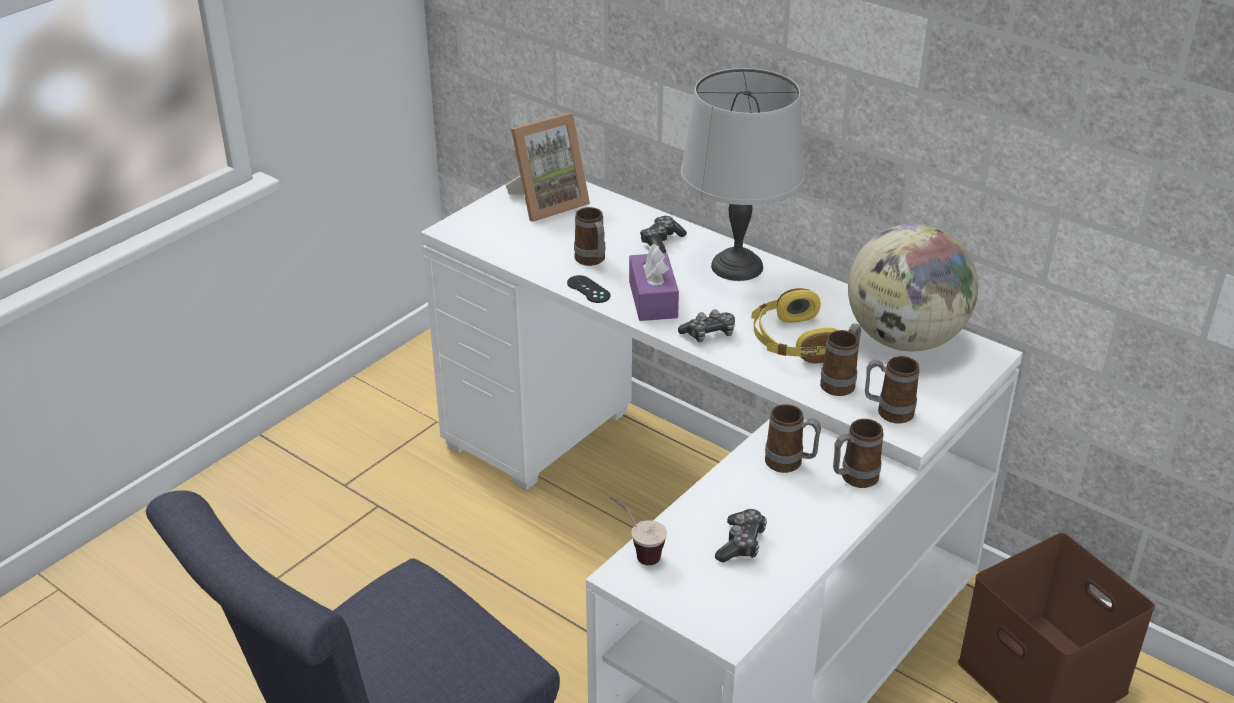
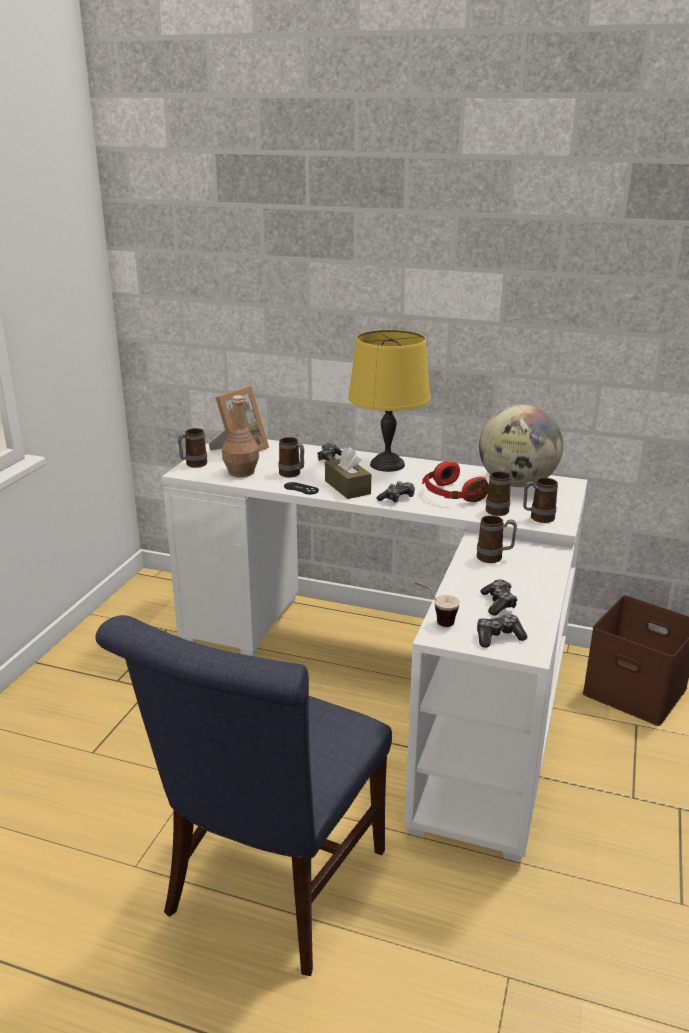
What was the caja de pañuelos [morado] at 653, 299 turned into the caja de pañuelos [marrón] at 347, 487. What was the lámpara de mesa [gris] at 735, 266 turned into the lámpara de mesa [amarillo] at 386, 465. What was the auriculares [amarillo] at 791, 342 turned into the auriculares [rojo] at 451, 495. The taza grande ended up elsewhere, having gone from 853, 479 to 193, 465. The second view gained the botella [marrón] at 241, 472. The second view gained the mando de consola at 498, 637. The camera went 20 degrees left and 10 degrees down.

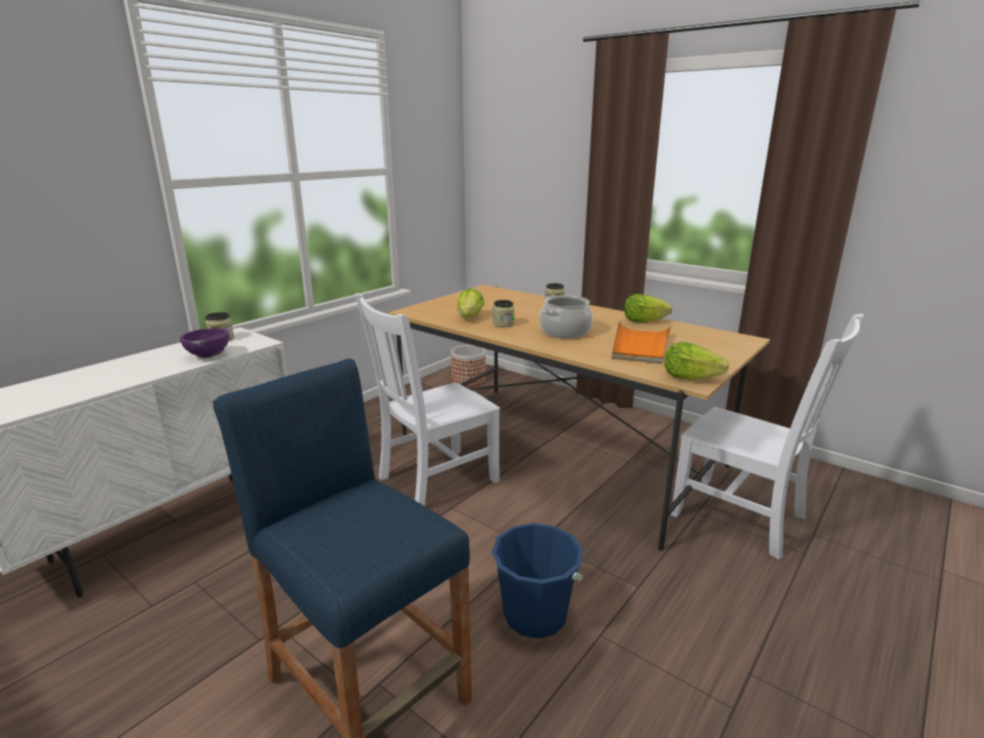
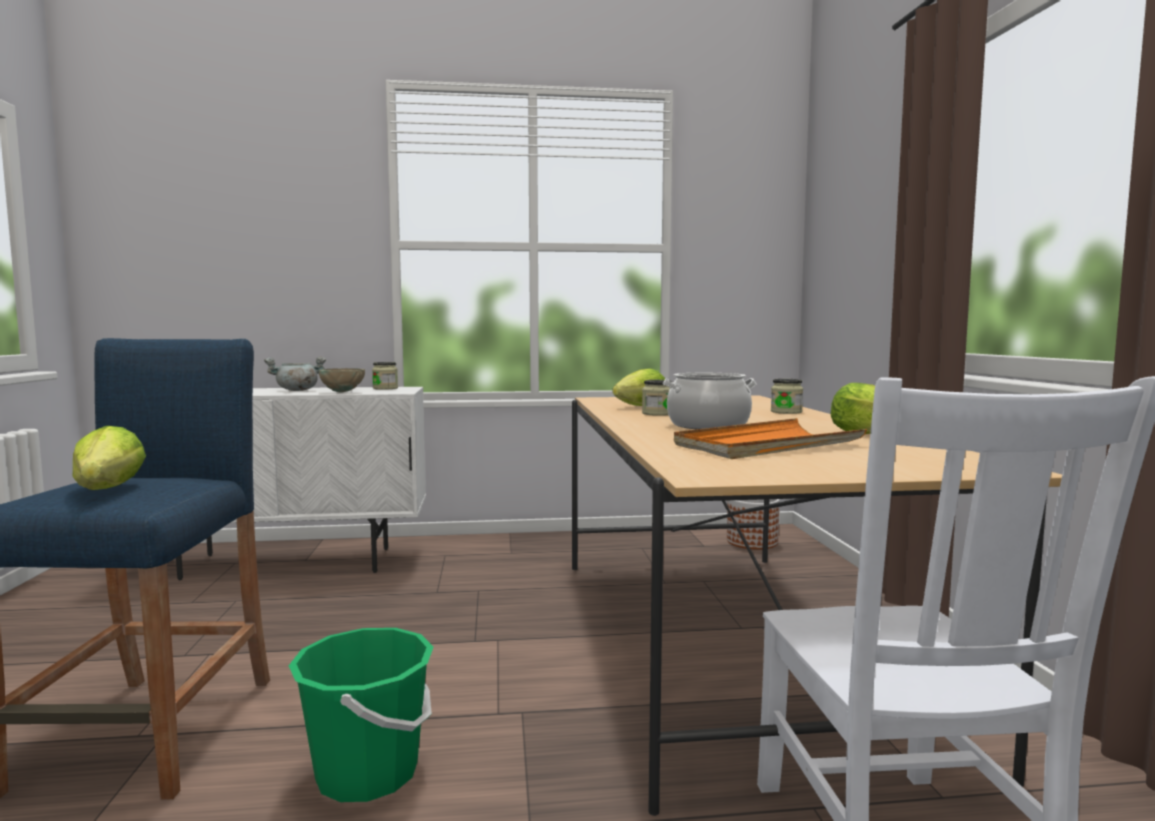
What was the cuenco [morado] at 208, 356 turned into the cuenco [beis] at 342, 392. The second view lost the silla [blanco] at 434, 480. What was the cubo [azul] at 535, 615 turned into the cubo [verde] at 367, 773. The lechuga ended up elsewhere, having gone from 689, 378 to 109, 489. The second view gained the olla [gris] at 297, 390. The camera went 45 degrees right and 15 degrees down.

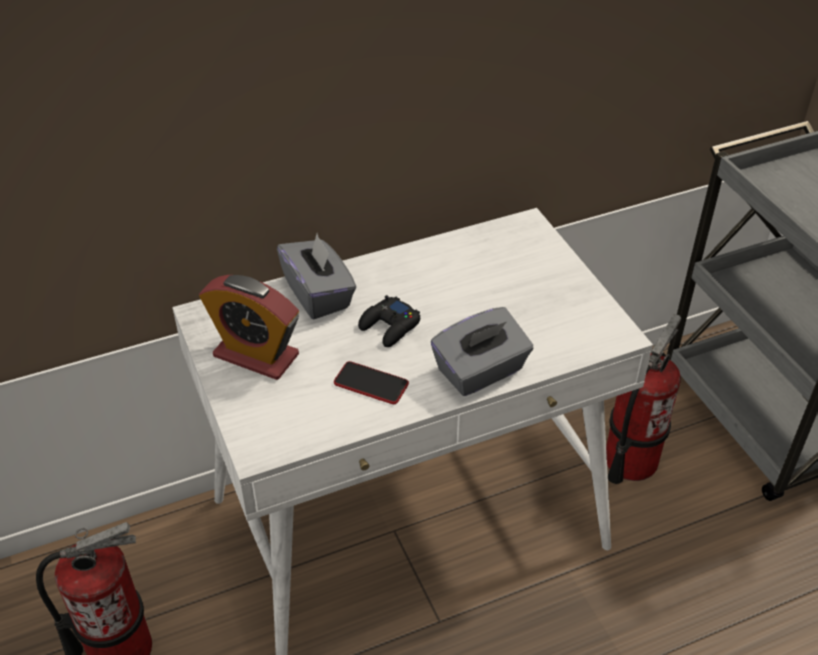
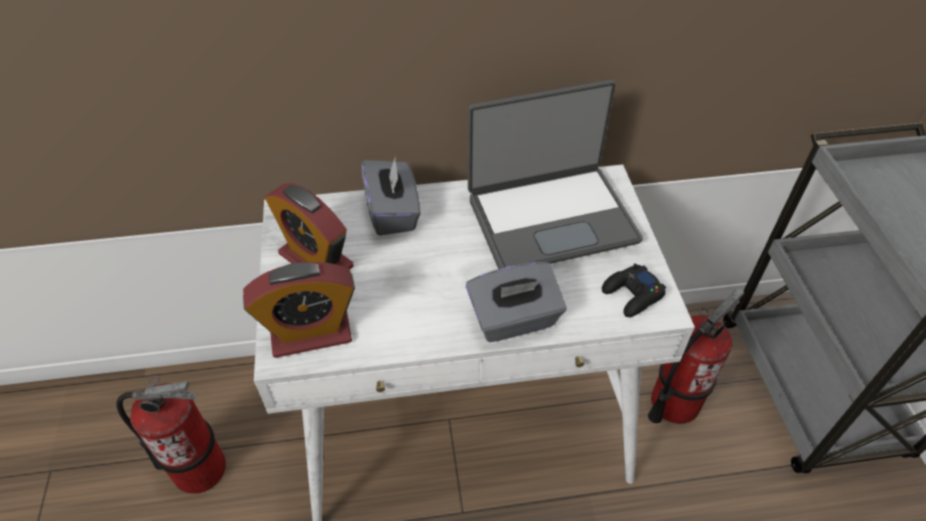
The second view lost the móvil at 371, 384. The mando de consola [negro] ended up elsewhere, having gone from 390, 327 to 632, 295. The second view gained the despertador at 311, 333. The second view gained the portátil at 551, 217. The camera went 15 degrees right and 5 degrees up.

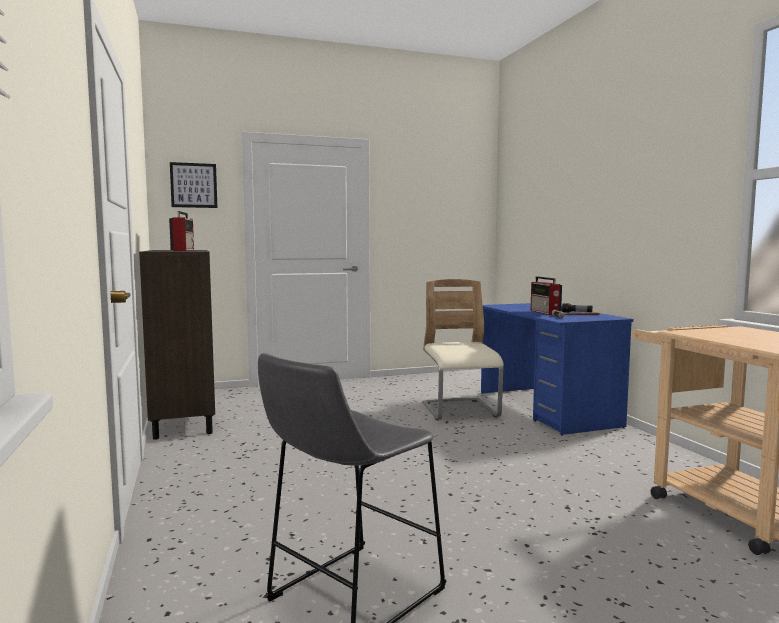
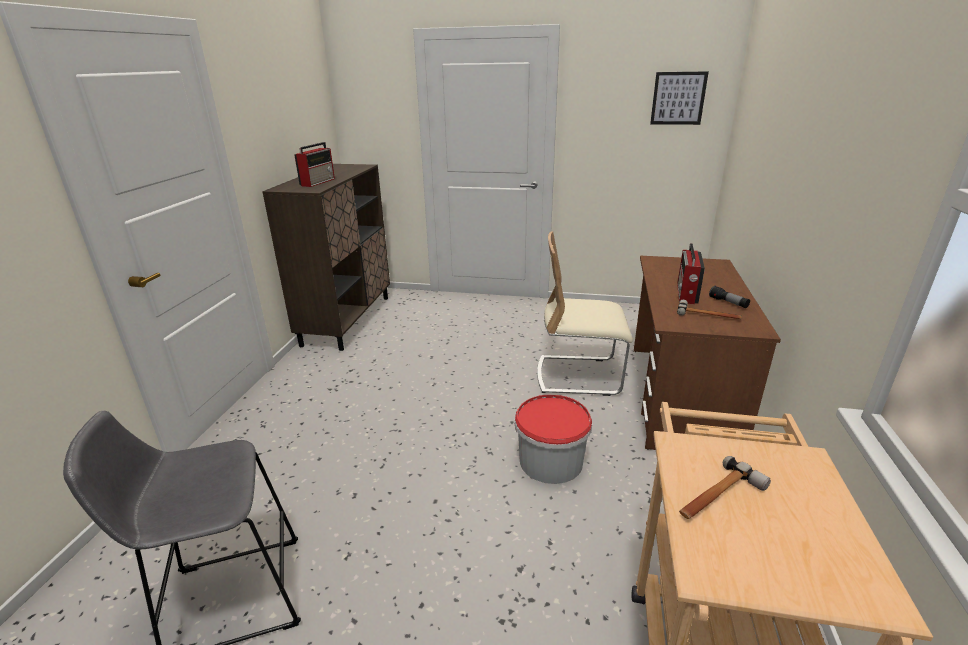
The cuadro ended up elsewhere, having gone from 193, 185 to 678, 98. The silla [beis] at 460, 411 ended up facing another way, 105 degrees counterclockwise from before. What was the escritorio [azul] at 546, 409 turned into the escritorio [marrón] at 680, 397. The second view gained the cubo at 551, 461. The second view gained the martillo at 718, 497. The camera went 30 degrees right and 20 degrees up.

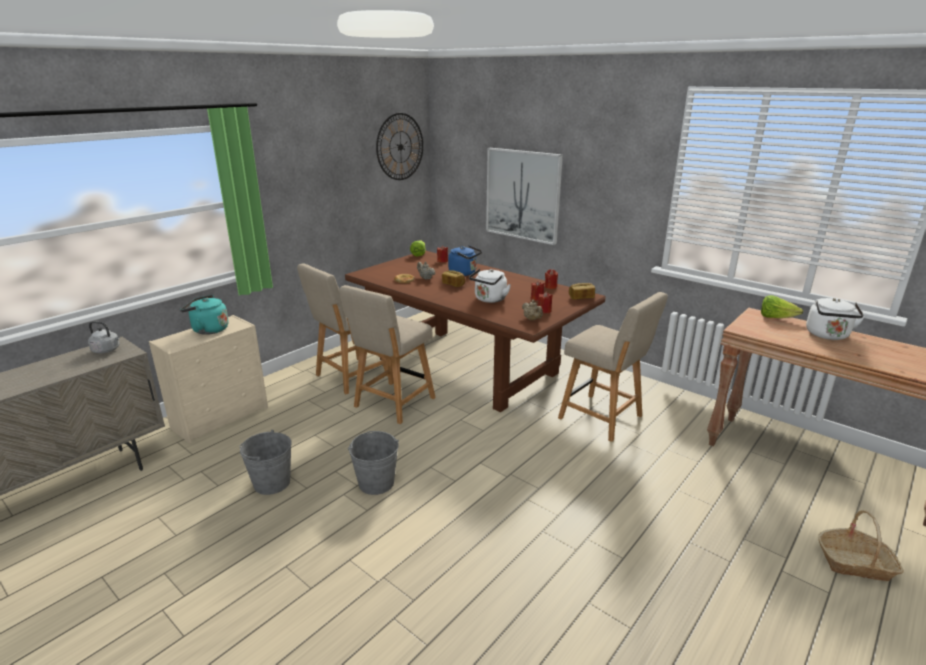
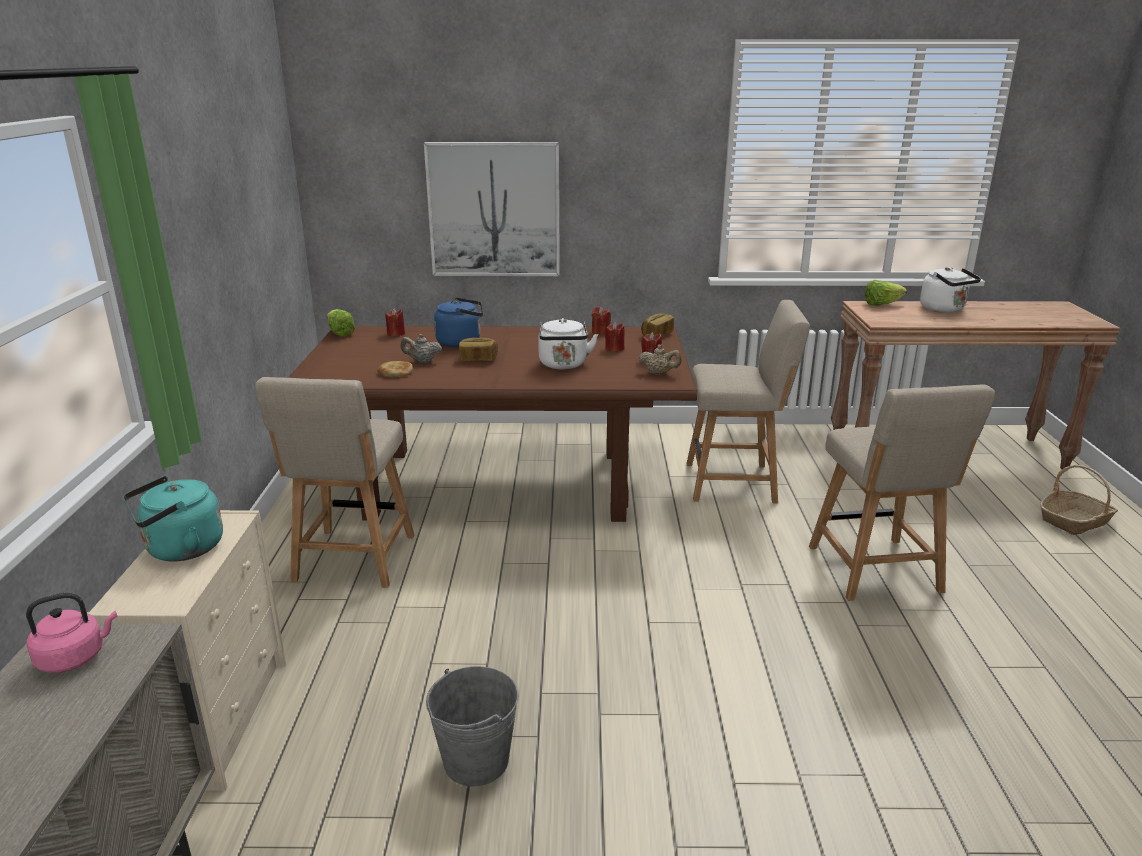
What was the hervidor [gris] at 107, 350 turned into the hervidor [rosa] at 75, 657. The silla [beis] ended up elsewhere, having gone from 392, 404 to 877, 572. The second view lost the cubo [gris] at 376, 483. The second view lost the reloj de pared at 400, 147. The camera went 40 degrees left and 0 degrees up.

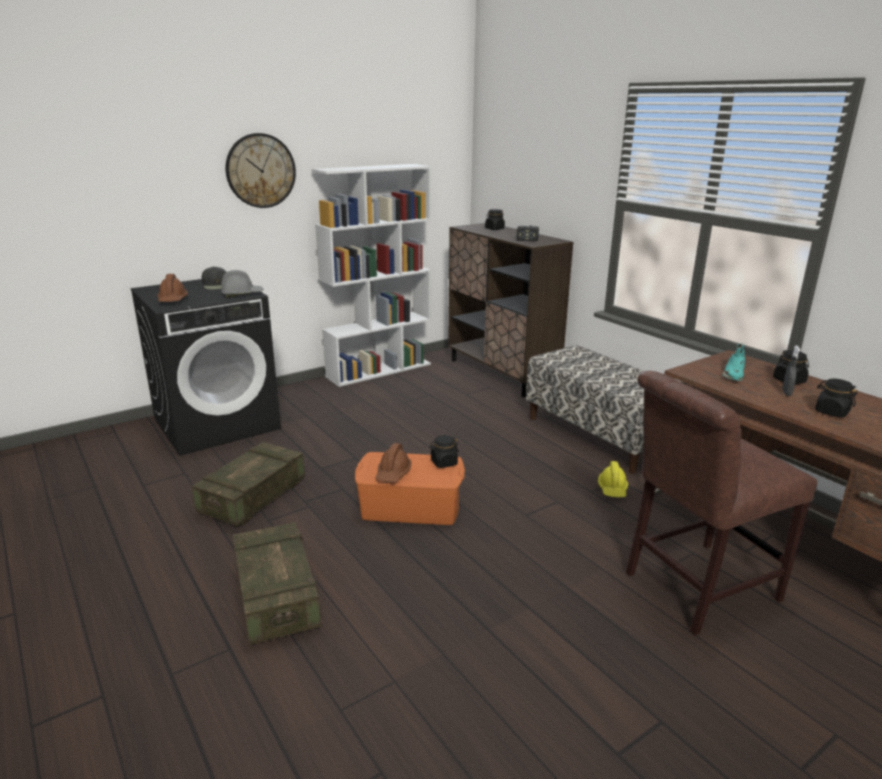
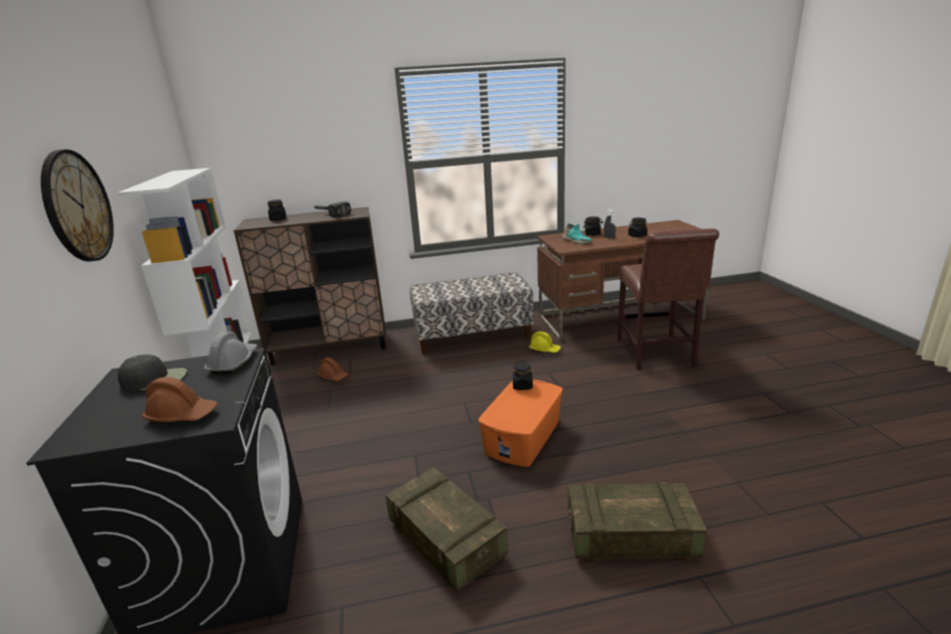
The casco [marrón] ended up elsewhere, having gone from 393, 473 to 333, 376. The camera went 65 degrees left and 0 degrees up.

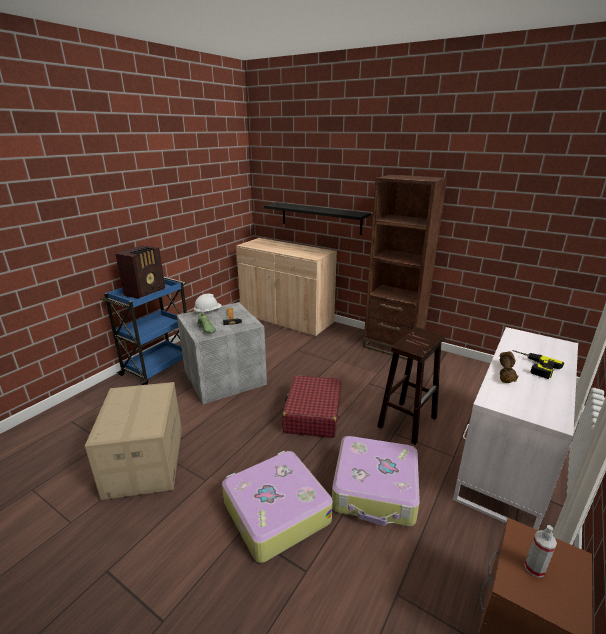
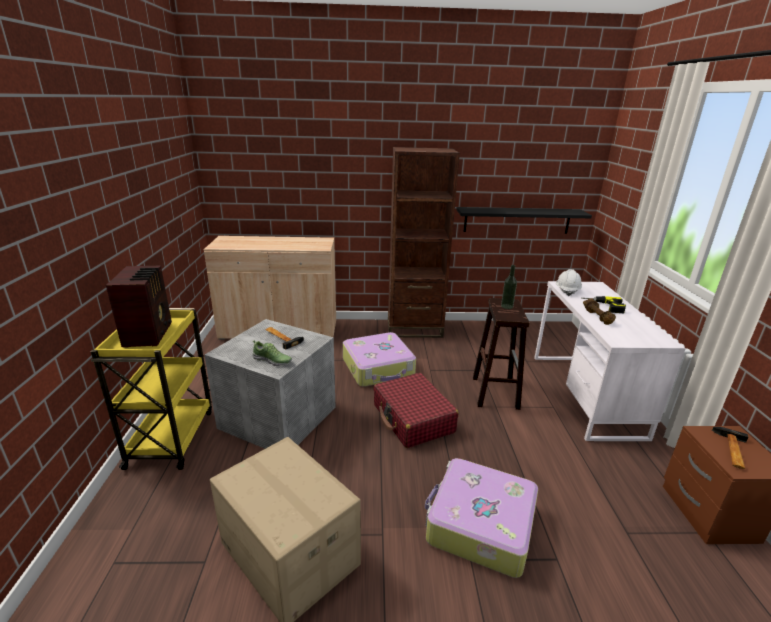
What was the carrito [azul] at 158, 366 turned into the carrito [amarillo] at 172, 437. The casco [blanco] ended up elsewhere, having gone from 208, 312 to 567, 290. The estante [negro] ended up elsewhere, having gone from 320, 218 to 517, 220. The maleta ended up elsewhere, having gone from 375, 489 to 379, 368. Where the pulverizador stood at 534, 568, the martillo came to stand at 731, 451. The second view gained the botella at 507, 306. The camera went 35 degrees left and 0 degrees up.

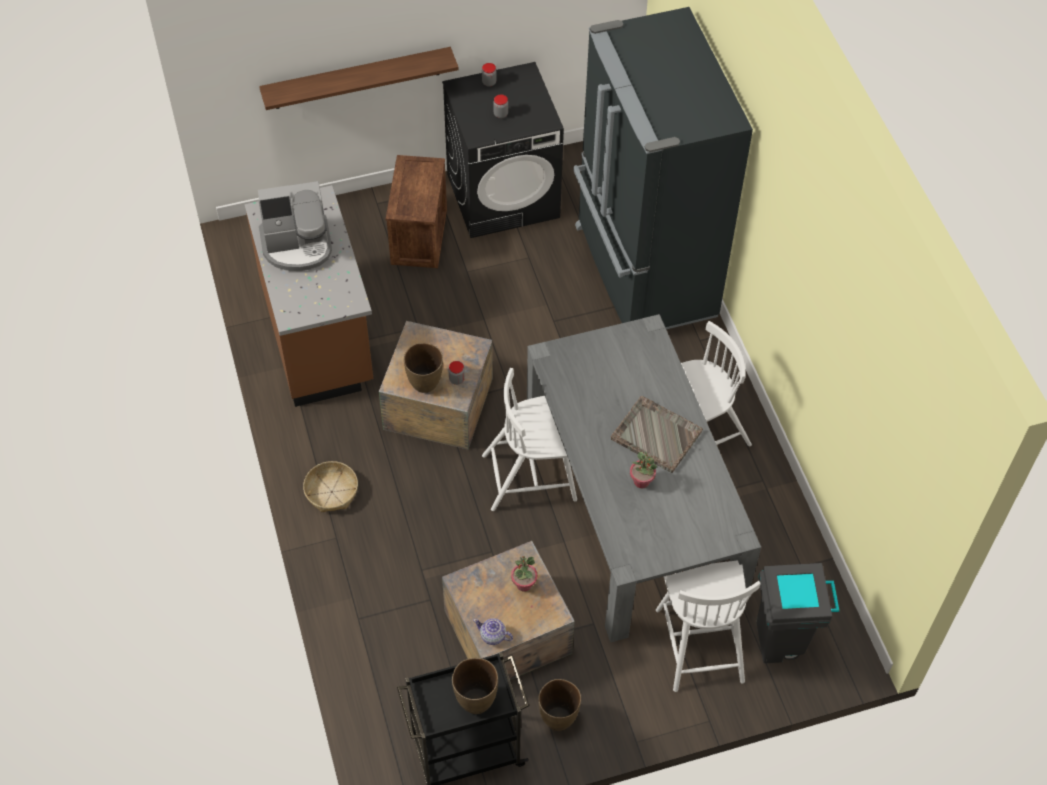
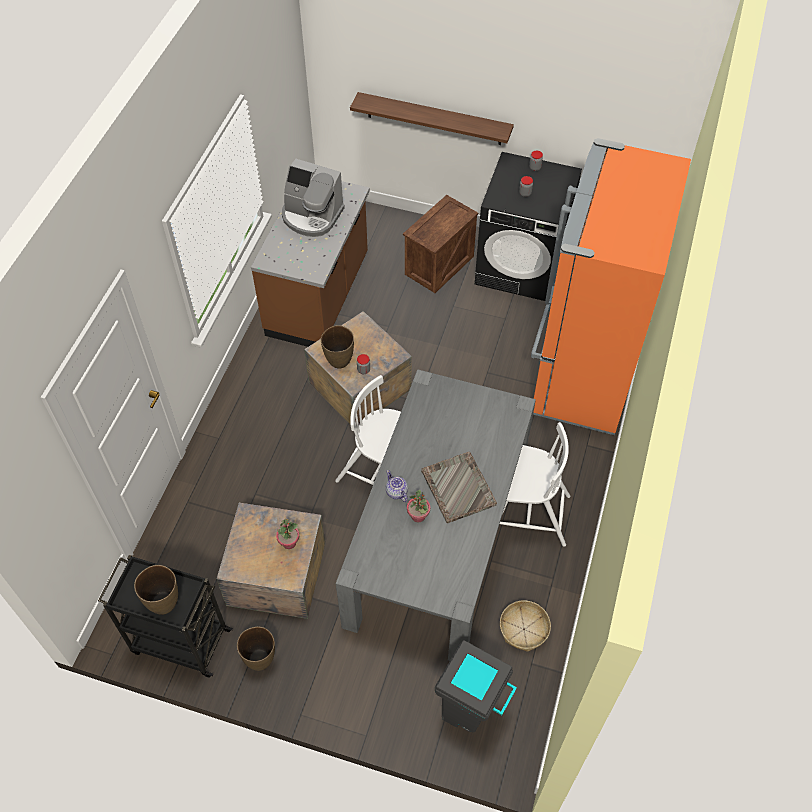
The cesta ended up elsewhere, having gone from 332, 492 to 524, 629. The tetera ended up elsewhere, having gone from 493, 636 to 396, 492. What was the nevera [negro] at 642, 272 turned into the nevera [naranja] at 582, 372. The second view lost the silla [blanco] at 699, 643. The camera went 35 degrees right and 0 degrees up.

